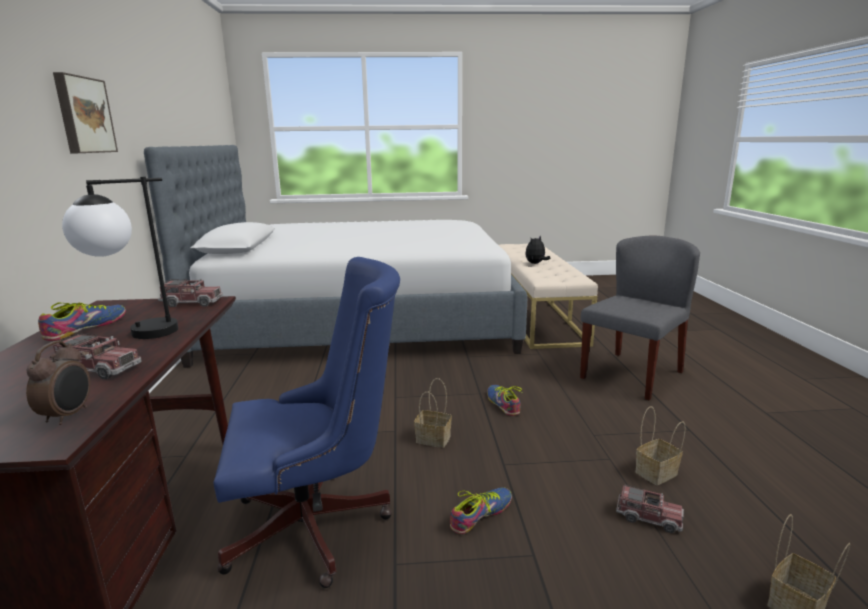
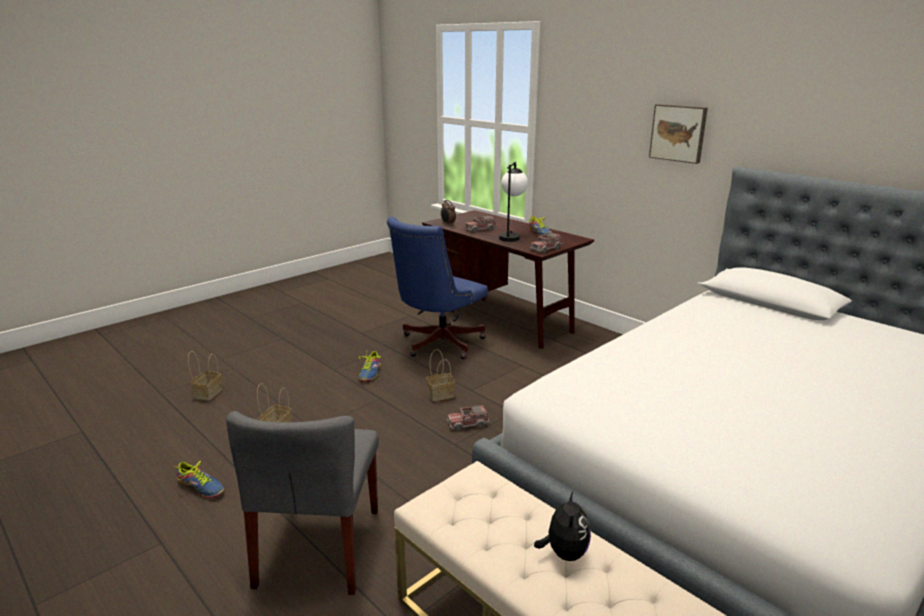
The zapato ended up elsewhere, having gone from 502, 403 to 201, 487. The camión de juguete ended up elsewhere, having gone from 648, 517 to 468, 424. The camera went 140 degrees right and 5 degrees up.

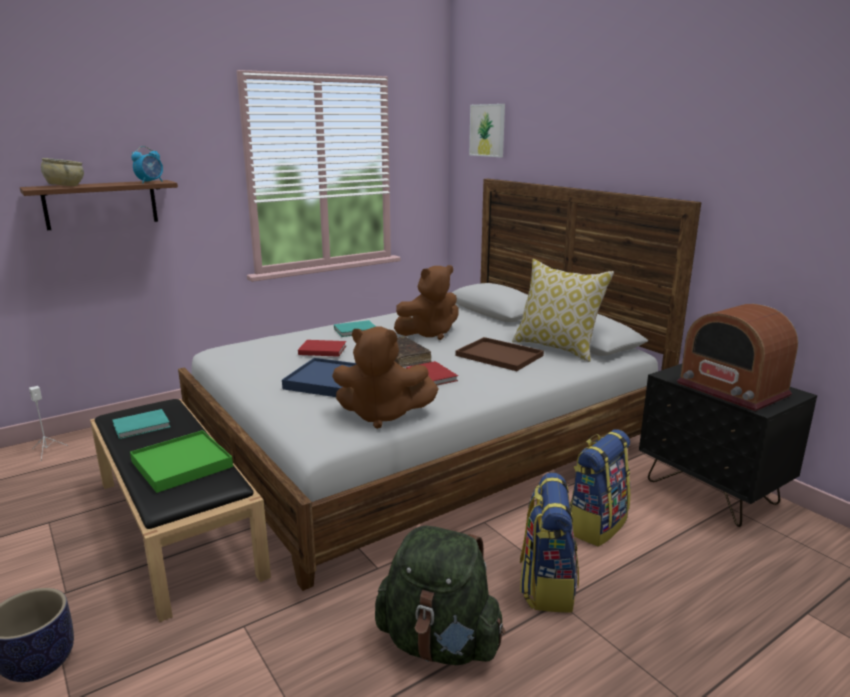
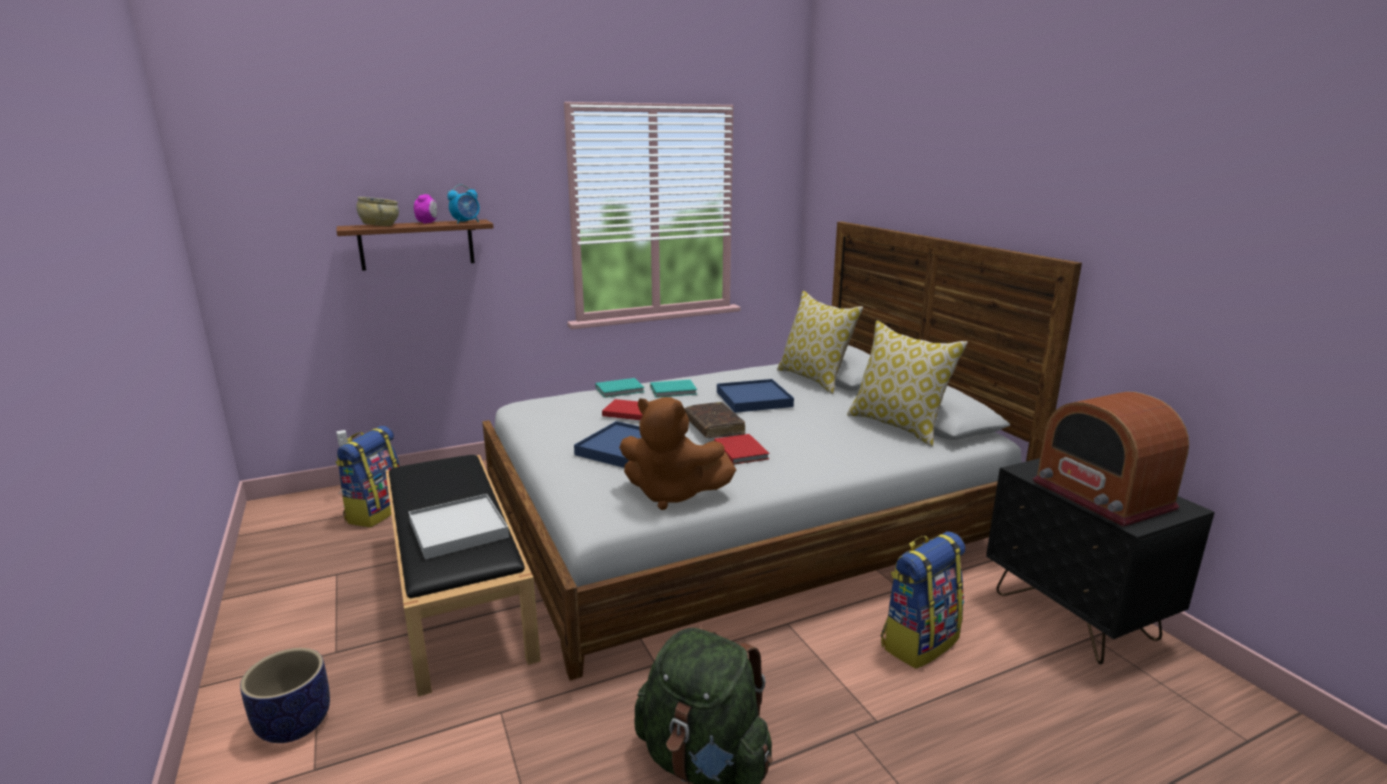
The libro [turquesa] ended up elsewhere, having gone from 143, 426 to 621, 390. What was the bandeja [verde] at 181, 464 turned into the bandeja [blanco] at 458, 530. Where the peluche [marrón] stood at 429, 334, the bandeja [azul] came to stand at 753, 399. The second view lost the bandeja [marrón] at 501, 355. The second view lost the cuadro at 487, 130. The mochila ended up elsewhere, having gone from 546, 585 to 376, 512. The second view gained the despertador at 427, 223. The second view gained the cojín at 814, 379. The camera went 10 degrees right and 0 degrees up.

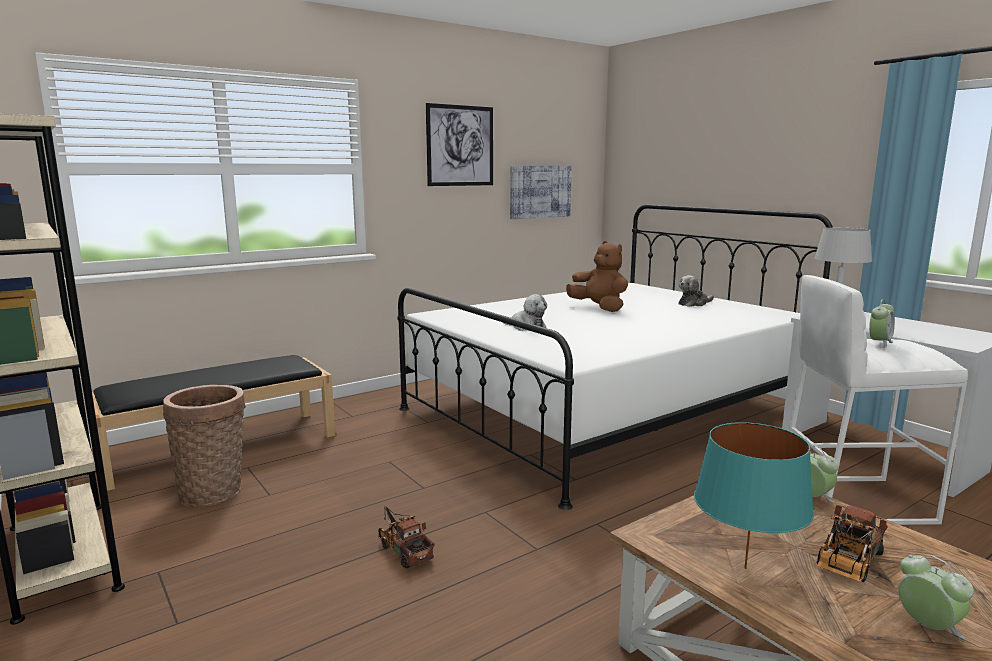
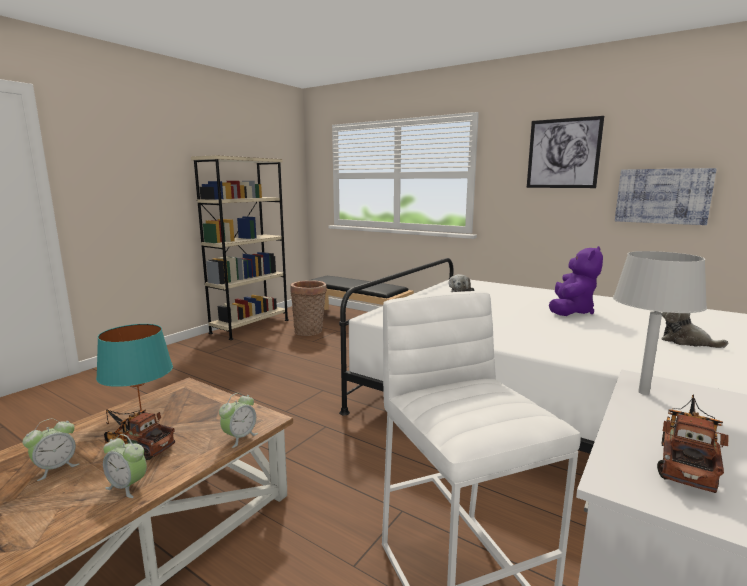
The camión de juguete ended up elsewhere, having gone from 403, 549 to 686, 461. What was the peluche [marrón] at 599, 308 turned into the peluche [morado] at 570, 311. The despertador ended up elsewhere, having gone from 879, 343 to 127, 486. The camera went 70 degrees right and 0 degrees up.

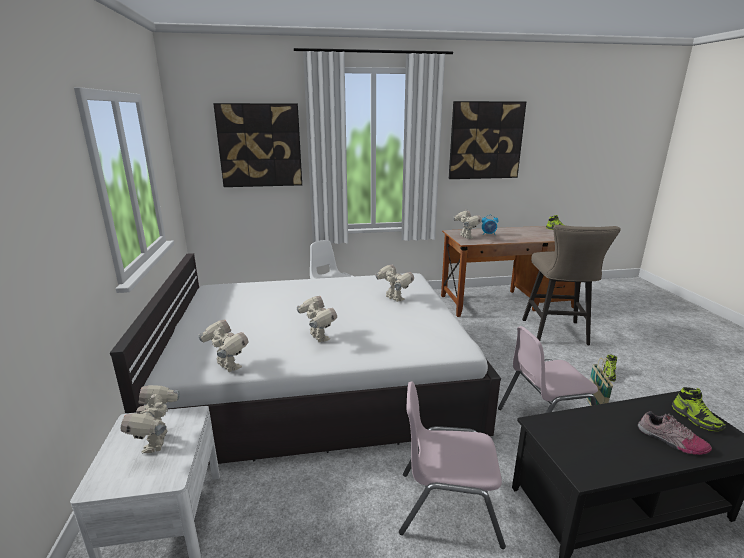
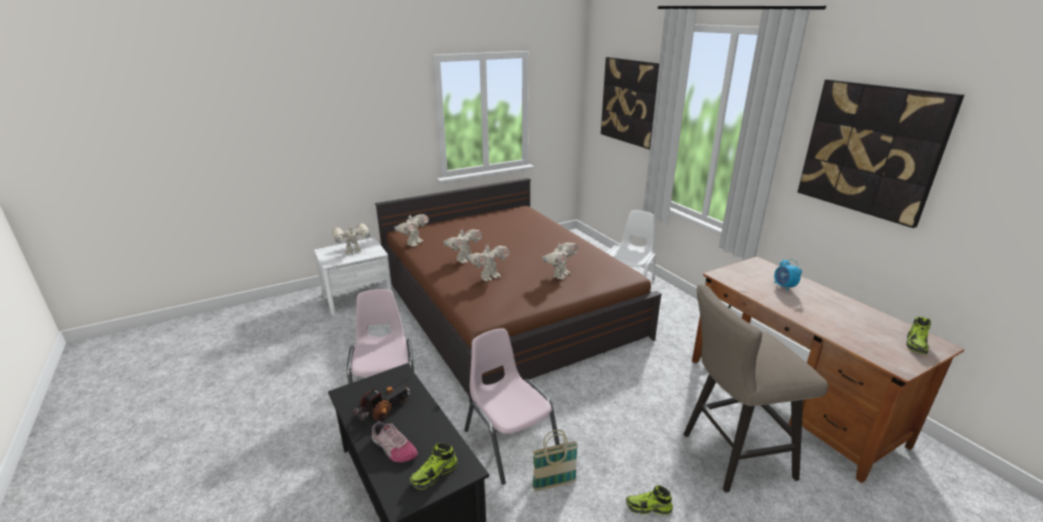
What was the cama [blanco] at 319, 378 turned into the cama [marrón] at 506, 306. The robot de juguete ended up elsewhere, having gone from 465, 237 to 489, 277. The zapato at 671, 441 ended up facing another way, 75 degrees counterclockwise from before. The second view gained the camión de juguete at 384, 408. The camera went 70 degrees right and 5 degrees up.

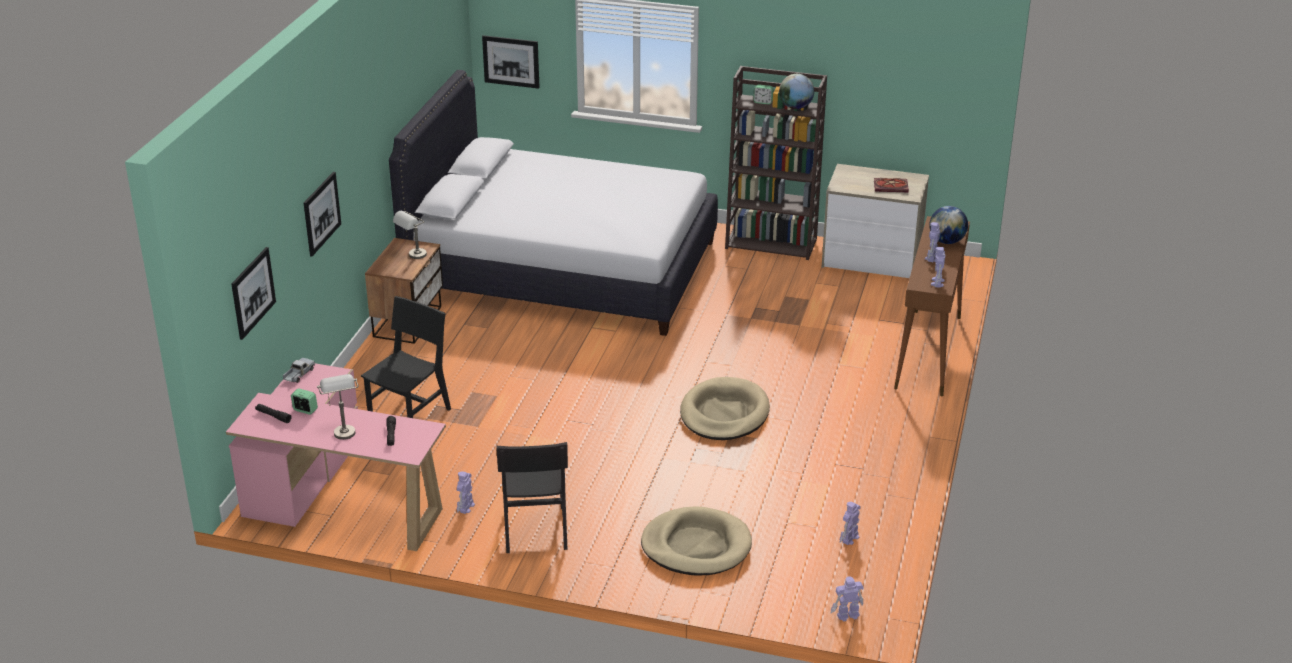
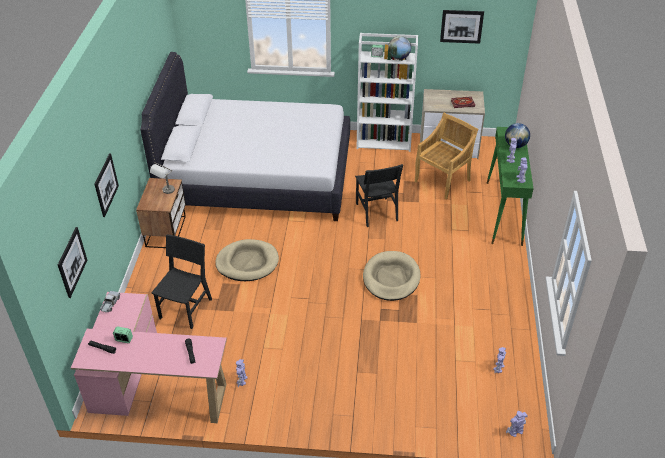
The second view lost the lámpara de mesa [gris] at 342, 429. The cuadro ended up elsewhere, having gone from 511, 61 to 461, 26. The silla [negro] ended up elsewhere, having gone from 535, 529 to 376, 212. The cama para perro [beis] ended up elsewhere, having gone from 696, 546 to 247, 262. What was the estantería [marrón] at 772, 243 turned into the estantería [blanco] at 384, 141. What was the mesa consola [marrón] at 928, 352 turned into the mesa consola [verde] at 504, 213. The second view gained the silla [beis] at 443, 180. The camera went 10 degrees left and 10 degrees up.

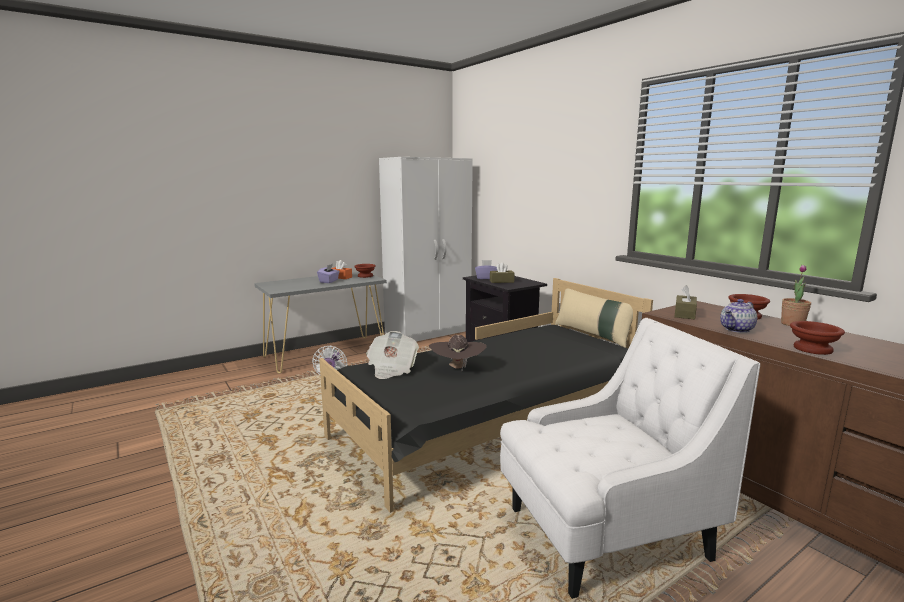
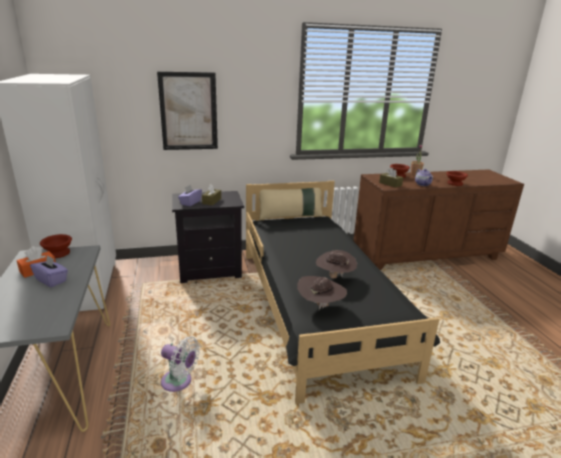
Where the periódico stood at 391, 368, the sombrero [marrón] came to stand at 320, 305. The second view lost the sillón [blanco] at 604, 534. The second view gained the cuadro at 188, 111. The camera went 70 degrees left and 10 degrees up.

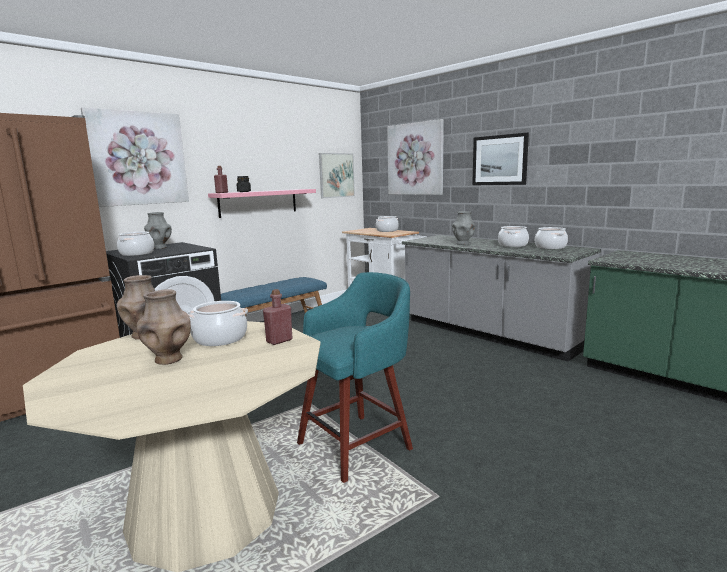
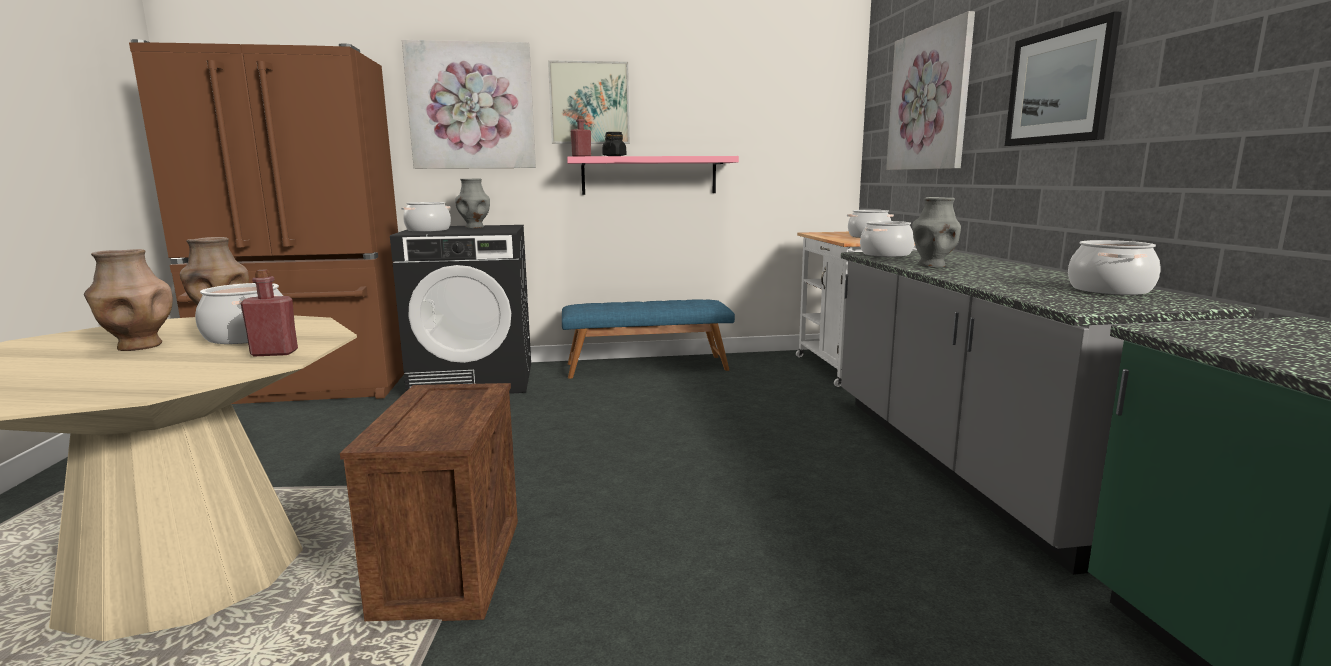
Where the taburete [turquesa] stood at 357, 445, the caja de embalaje came to stand at 452, 567. The cuadro ended up elsewhere, having gone from 336, 175 to 589, 103. The olla ended up elsewhere, having gone from 512, 245 to 886, 254. The camera went 35 degrees right and 0 degrees up.

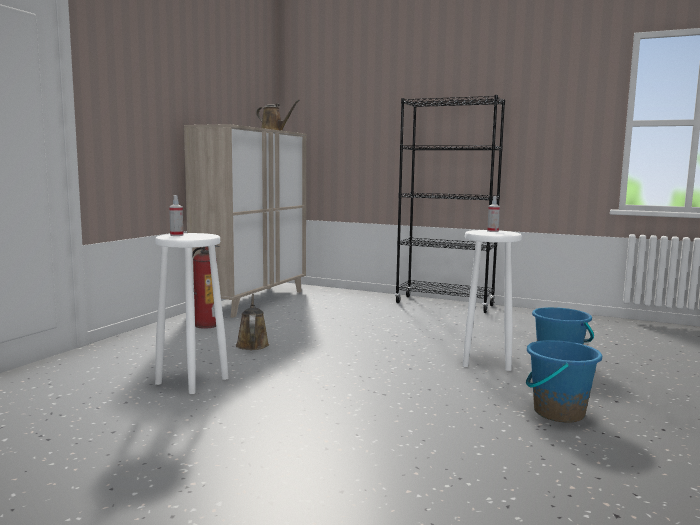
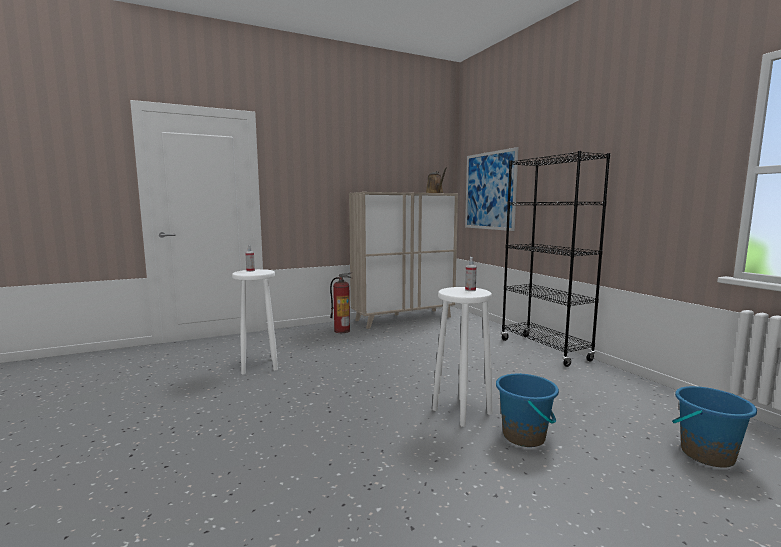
The second view lost the regadera [marrón] at 252, 344. The cubo [azul] ended up elsewhere, having gone from 558, 412 to 706, 454. The second view gained the cuadro at 489, 191. The camera went 40 degrees right and 0 degrees up.

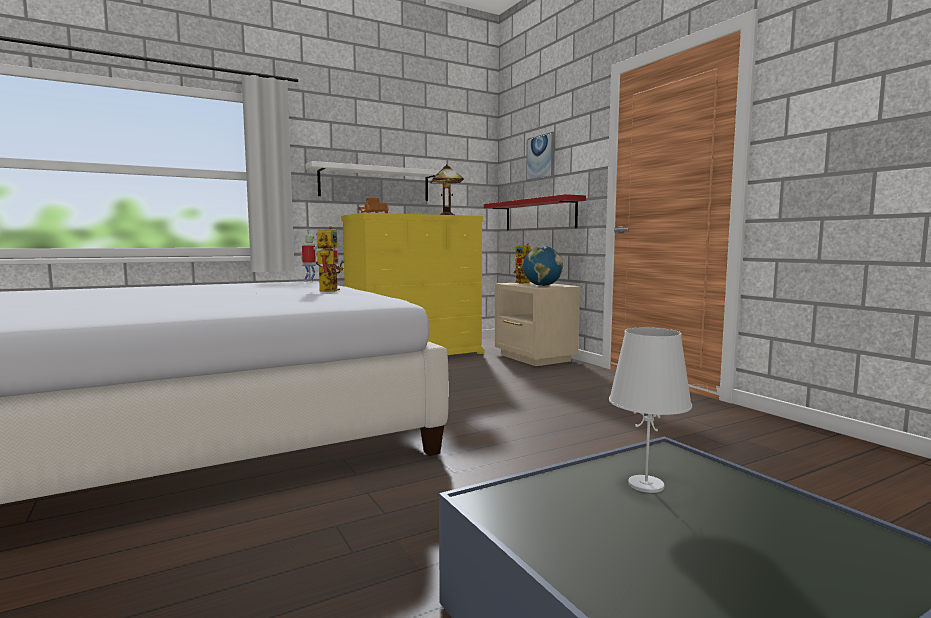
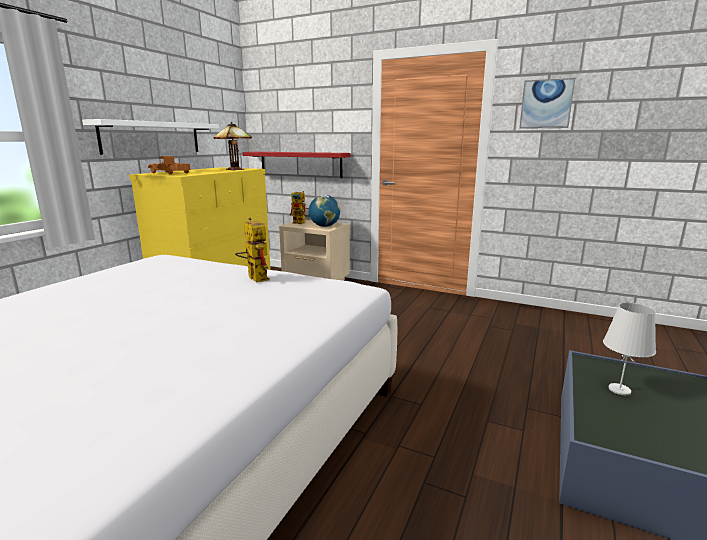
The second view lost the robot de juguete at 310, 281. The cuadro ended up elsewhere, having gone from 541, 157 to 546, 104. The camera went 35 degrees left and 10 degrees up.

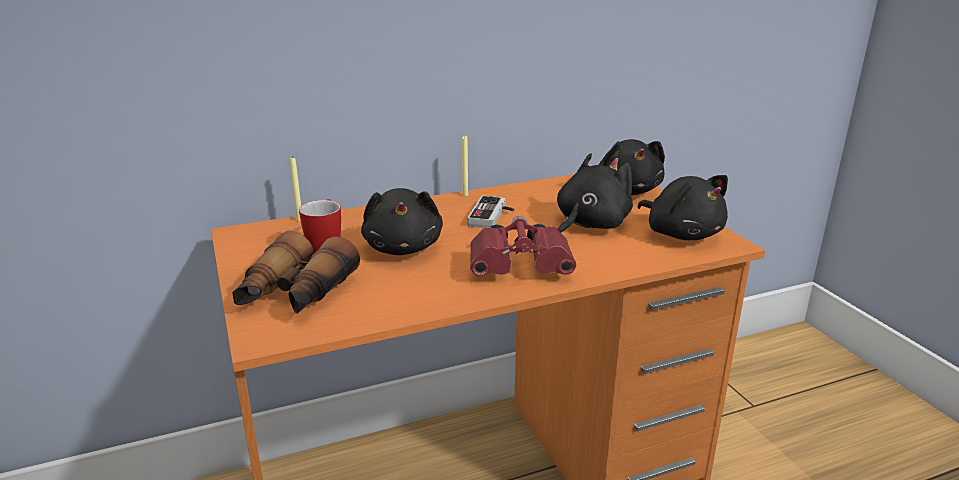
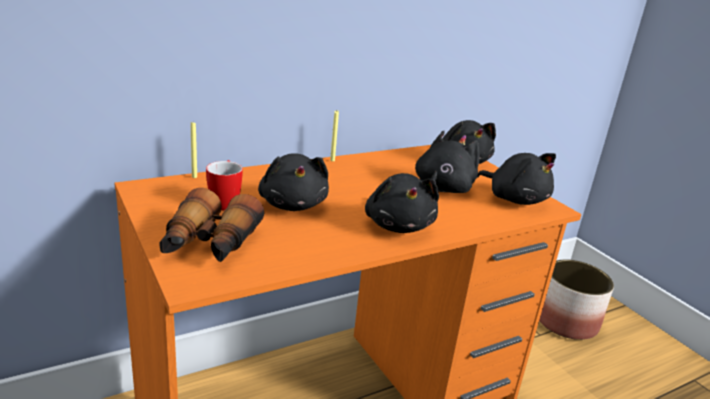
The second view lost the mando de consola at 493, 216. Where the prismáticos [rojo] stood at 523, 269, the peluche [negro] came to stand at 398, 225. The second view gained the maceta at 566, 321. The camera went 10 degrees left and 0 degrees up.

